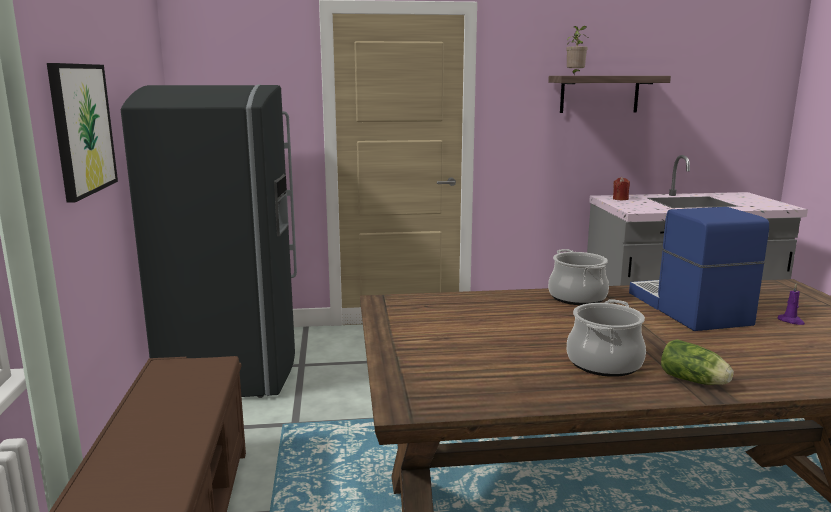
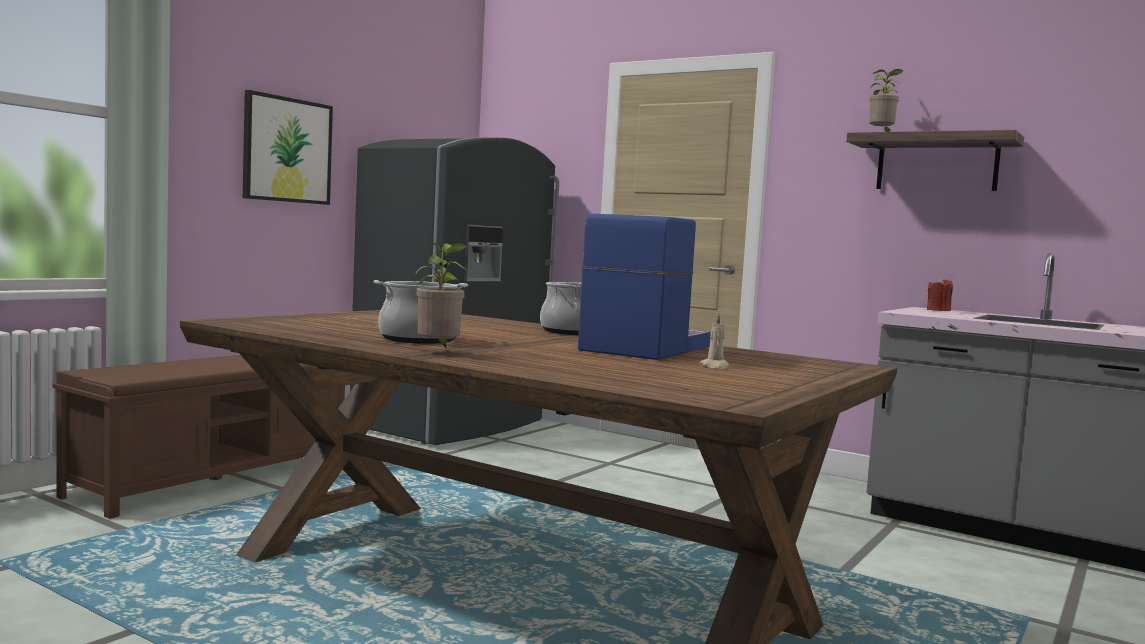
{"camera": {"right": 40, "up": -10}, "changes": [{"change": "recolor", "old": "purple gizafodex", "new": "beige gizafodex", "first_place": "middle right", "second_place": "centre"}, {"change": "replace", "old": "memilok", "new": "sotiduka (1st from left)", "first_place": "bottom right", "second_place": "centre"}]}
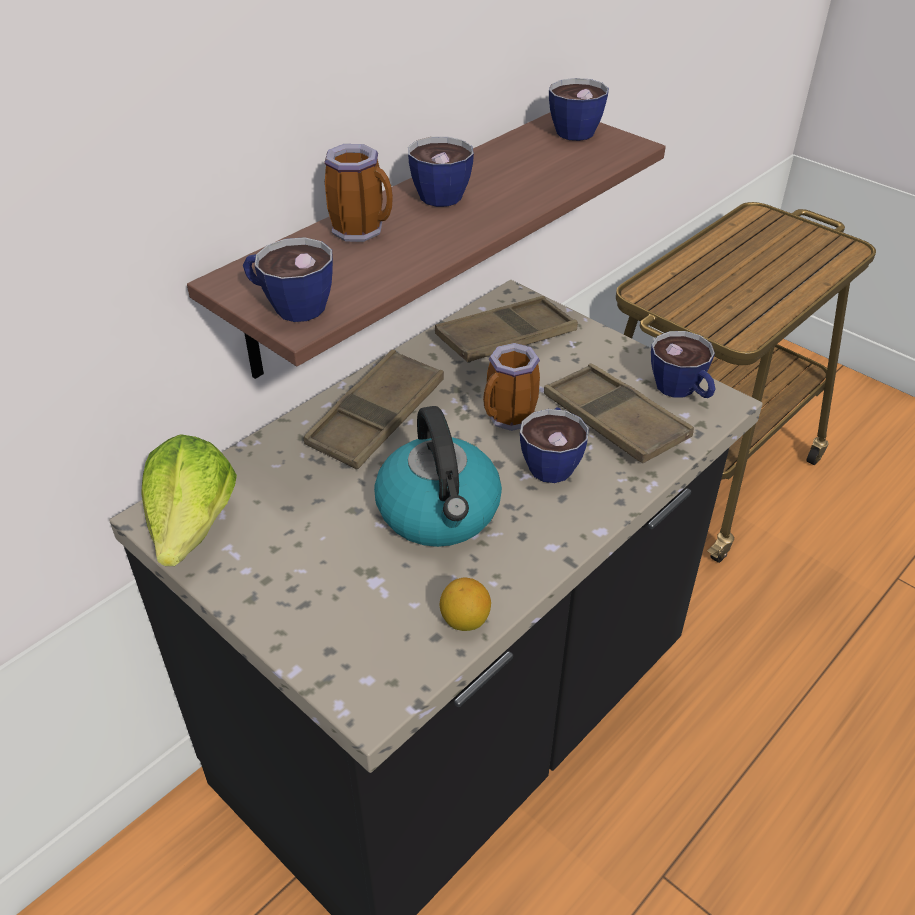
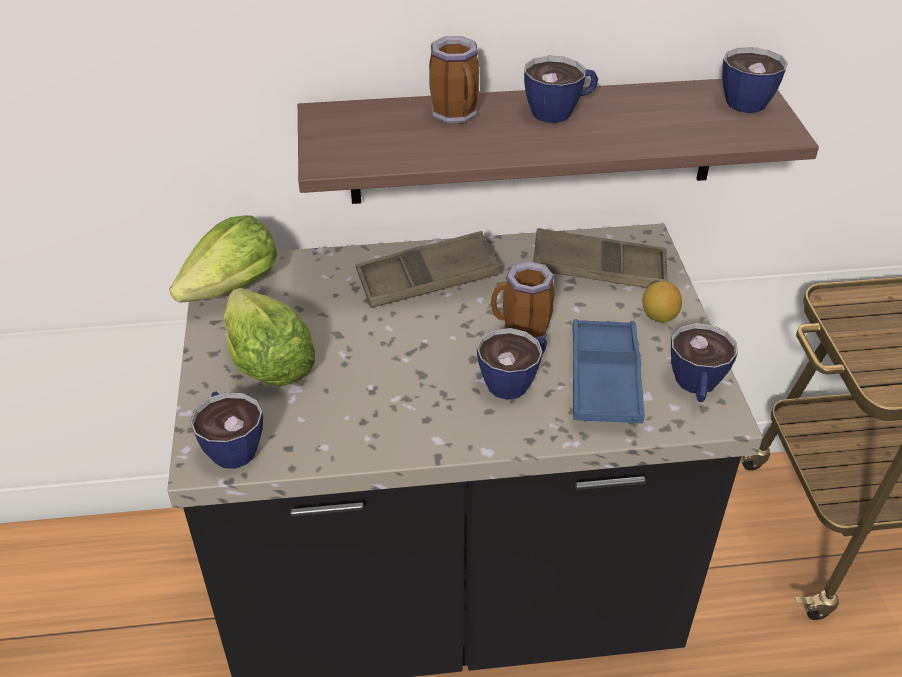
{"camera": {"right": 40, "up": 0}, "changes": [{"change": "move", "old": "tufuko (1st from left)", "first_place": "top left", "second_place": "middle left"}, {"change": "recolor", "old": "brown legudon (3rd from left)", "new": "blue legudon", "first_place": "middle right", "second_place": "middle right"}, {"change": "delete", "old": "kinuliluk", "first_place": "centre"}, {"change": "move", "old": "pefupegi", "first_place": "centre", "second_place": "middle right"}, {"change": "insert", "new": "memilok (2nd from left)", "second_place": "middle left"}]}
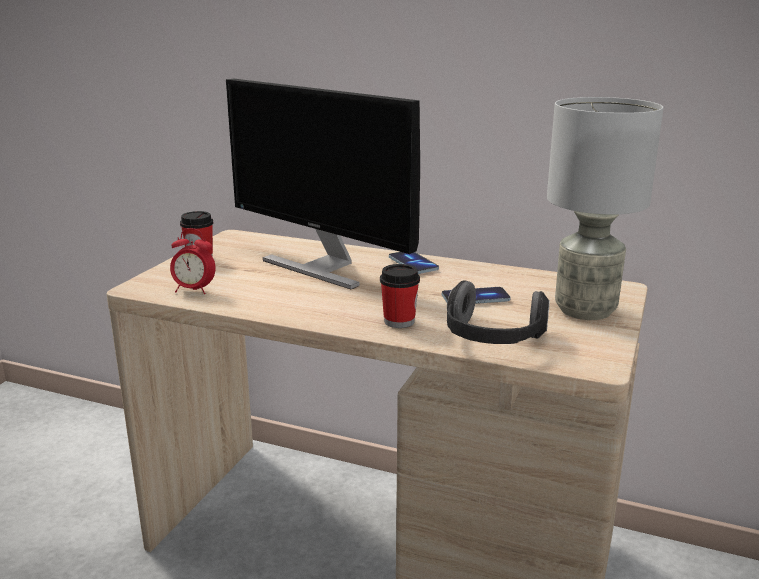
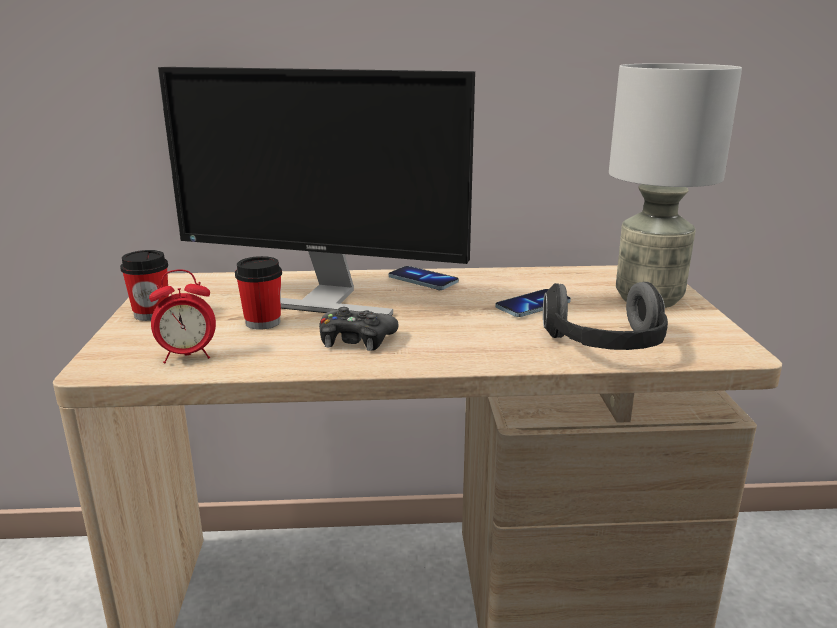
{"camera": {"right": -25, "up": 0}, "changes": [{"change": "move", "old": "tufuko (2nd from left)", "first_place": "centre", "second_place": "middle left"}, {"change": "insert", "new": "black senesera", "second_place": "centre"}]}
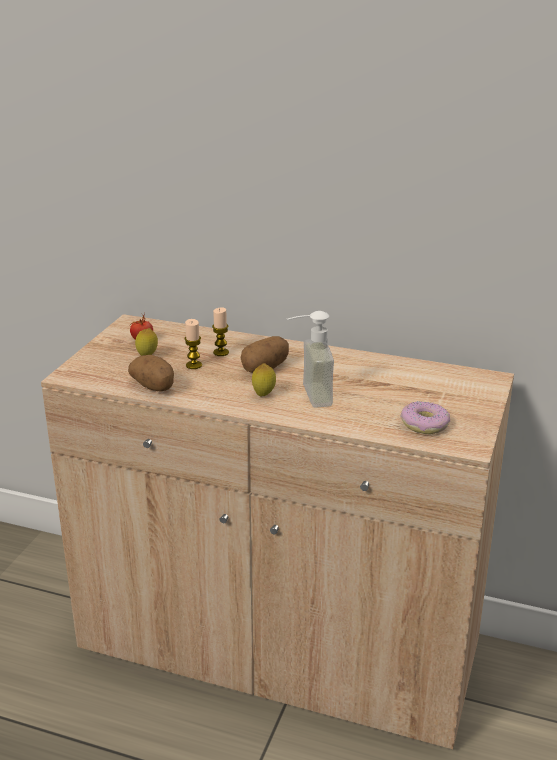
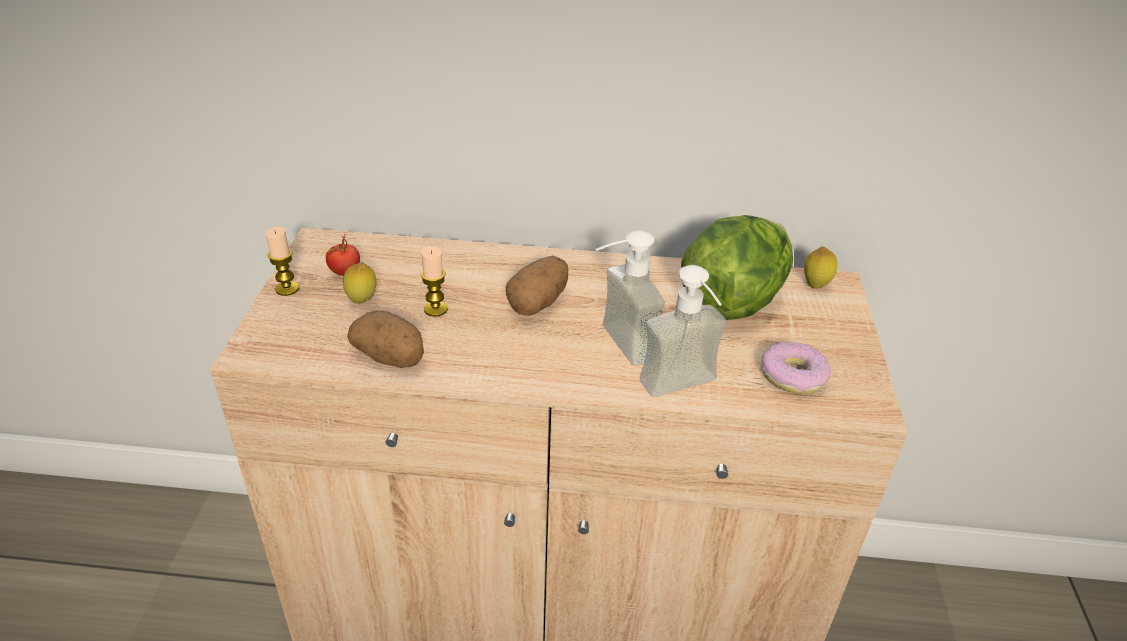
{"camera": {"right": -15, "up": 10}, "changes": [{"change": "move", "old": "gizafodex (2nd from left in the first image)", "new": "gizafodex (1st from left)", "first_place": "centre", "second_place": "middle left"}, {"change": "move", "old": "pefupegi (2nd from left)", "first_place": "centre", "second_place": "middle right"}, {"change": "insert", "new": "memilok", "second_place": "centre"}, {"change": "insert", "new": "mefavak (2nd from left)", "second_place": "centre"}]}
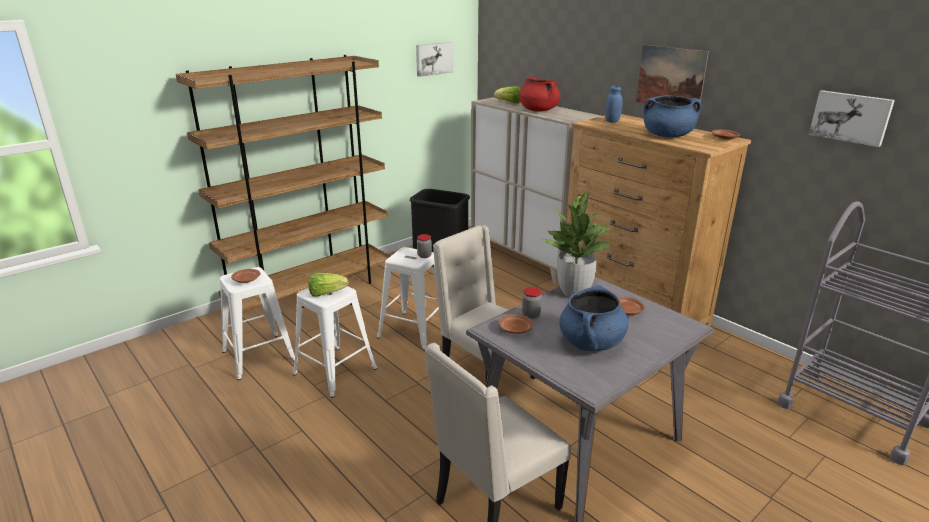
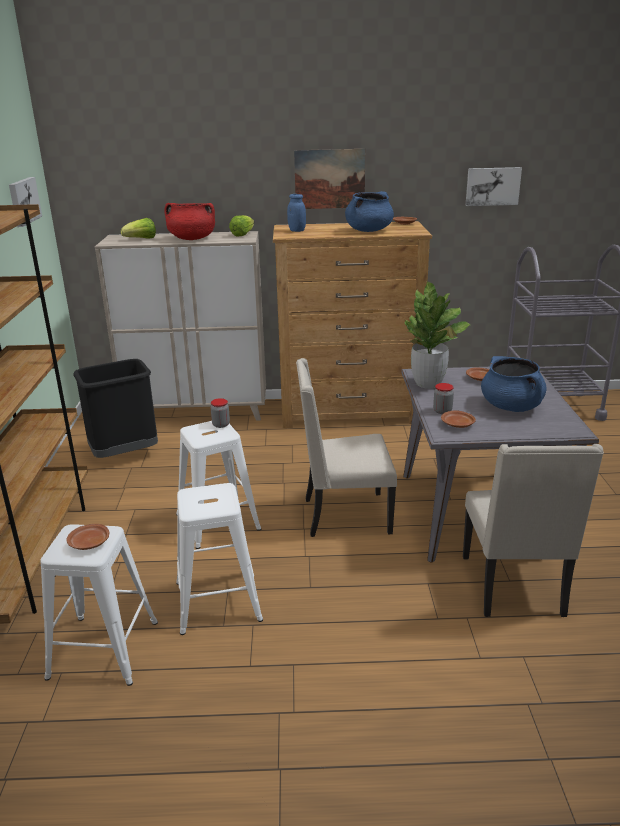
{"camera": {"right": -50, "up": 0}, "changes": [{"change": "move", "old": "memilok (1st from left in the first image)", "new": "memilok (2nd from left)", "first_place": "centre", "second_place": "top centre"}]}
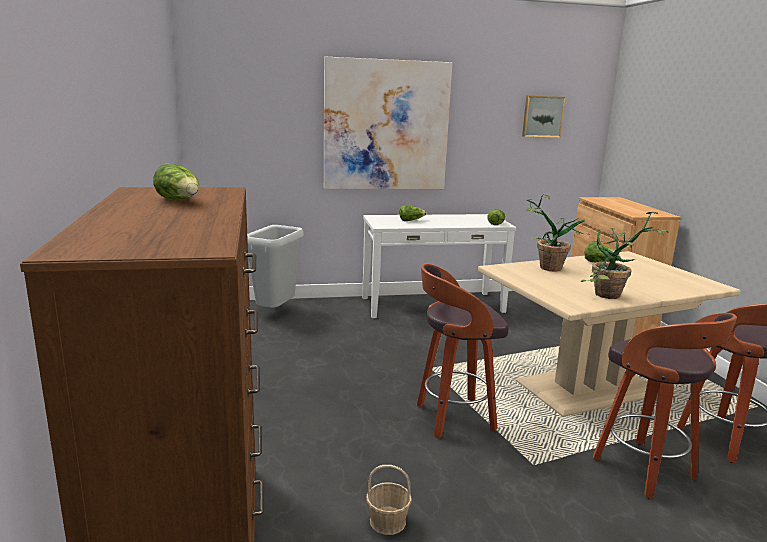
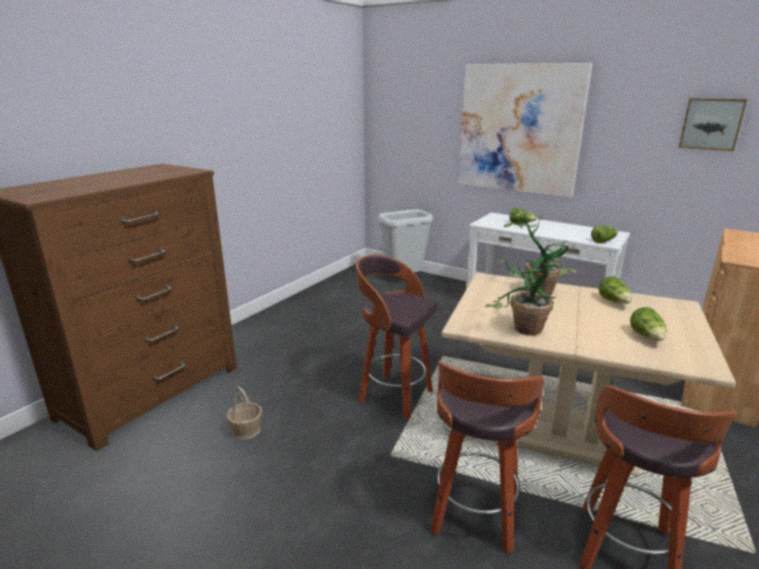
{"camera": {"right": 45, "up": 5}, "changes": [{"change": "move", "old": "memilok (1st from left in the first image)", "new": "memilok (4th from left)", "first_place": "middle left", "second_place": "middle right"}]}
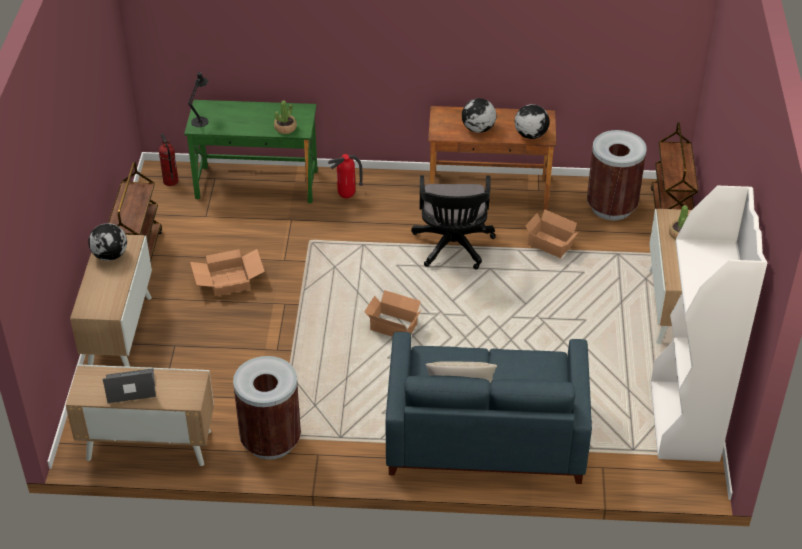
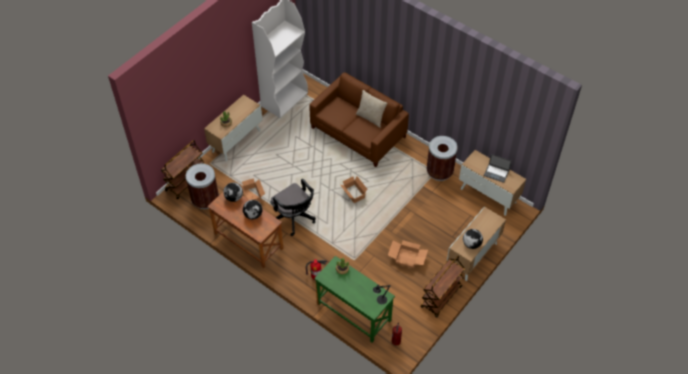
{"camera": {"right": -145, "up": 10}, "changes": [{"change": "rotate", "old": "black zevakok", "first_place": "centre", "second_place": "centre", "degrees": 105}, {"change": "recolor", "old": "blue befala", "new": "brown befala", "first_place": "bottom centre", "second_place": "top centre"}]}
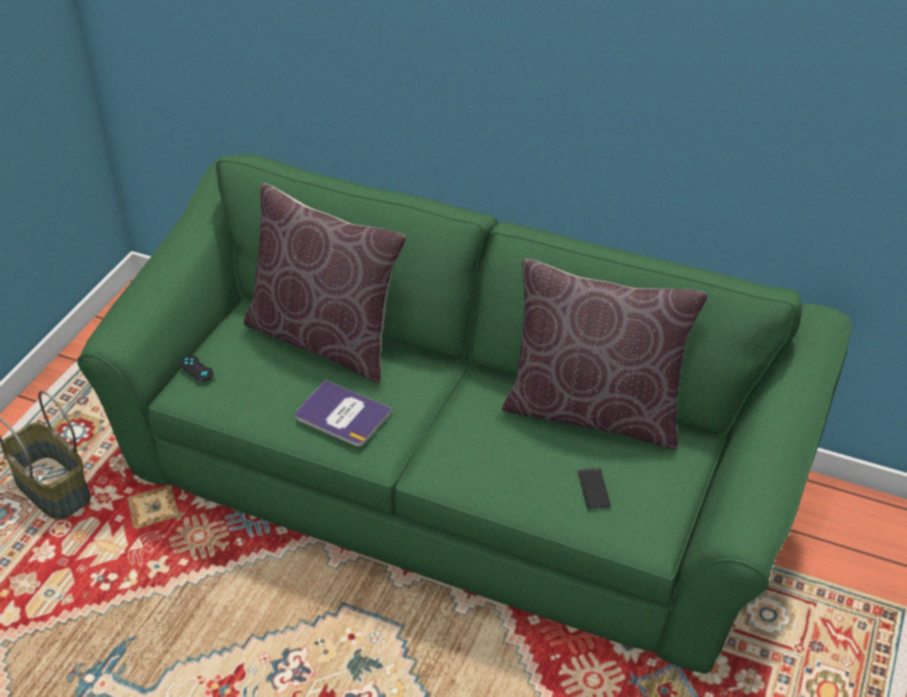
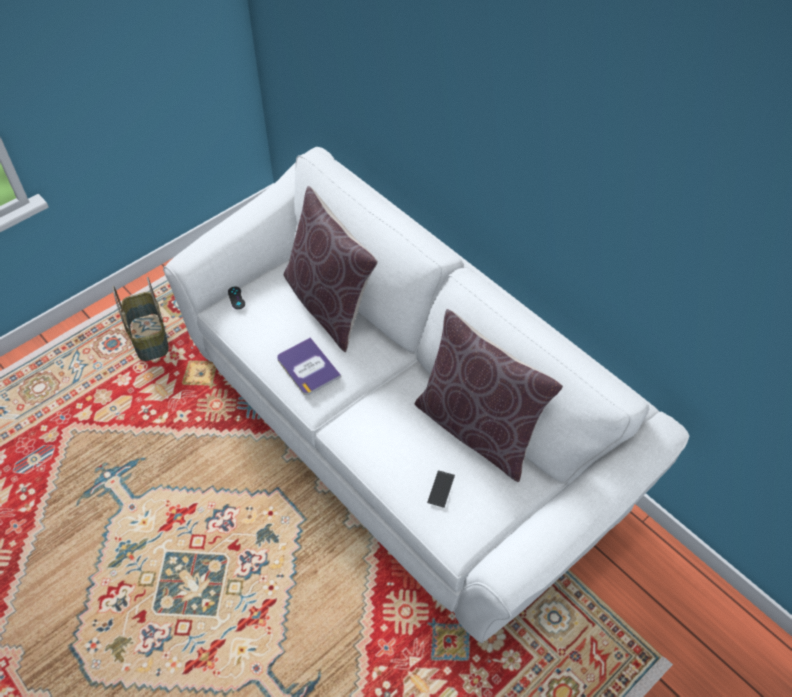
{"camera": {"right": 25, "up": 10}, "changes": [{"change": "recolor", "old": "green befala", "new": "white befala", "first_place": "centre", "second_place": "centre"}]}
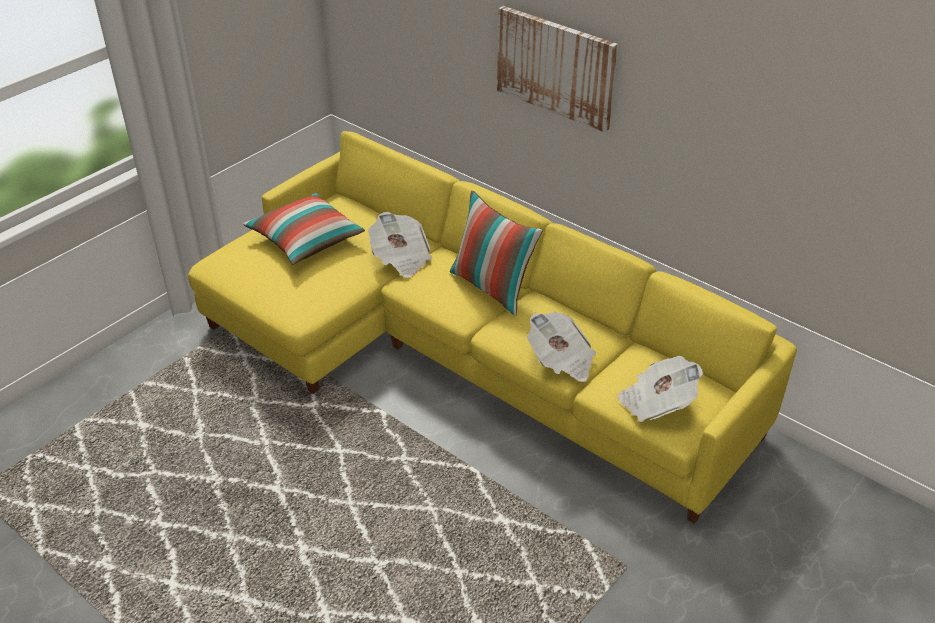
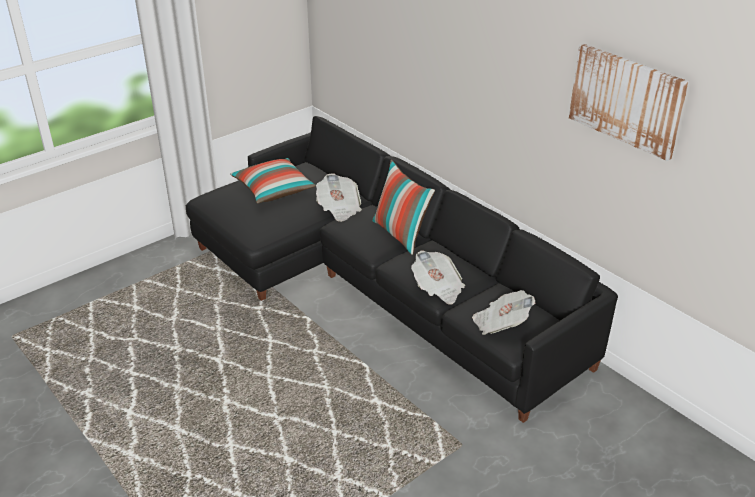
{"camera": {"right": 10, "up": -5}, "changes": [{"change": "move", "old": "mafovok", "first_place": "top centre", "second_place": "top right"}, {"change": "recolor", "old": "yellow befala", "new": "black befala", "first_place": "centre", "second_place": "centre"}]}
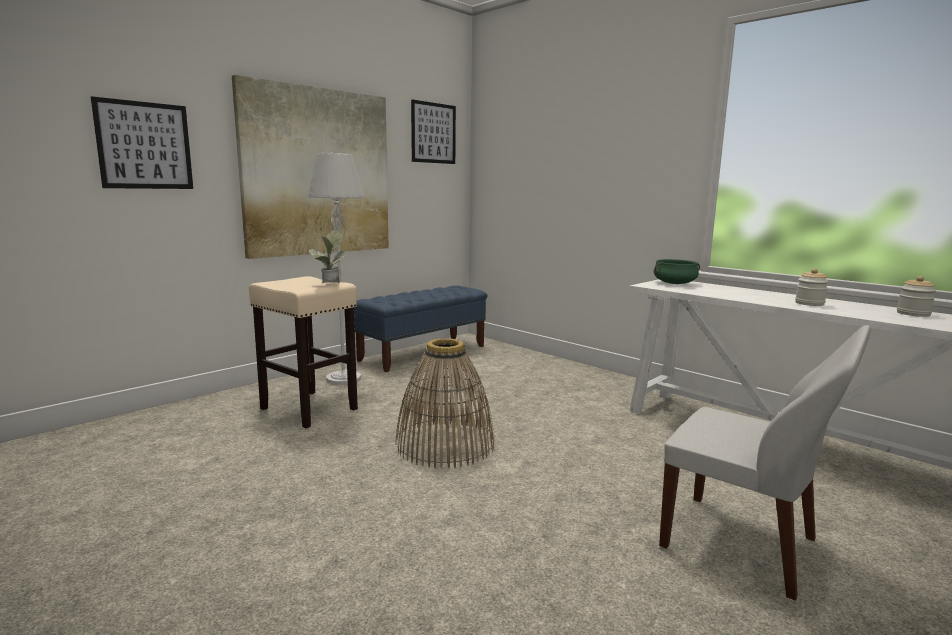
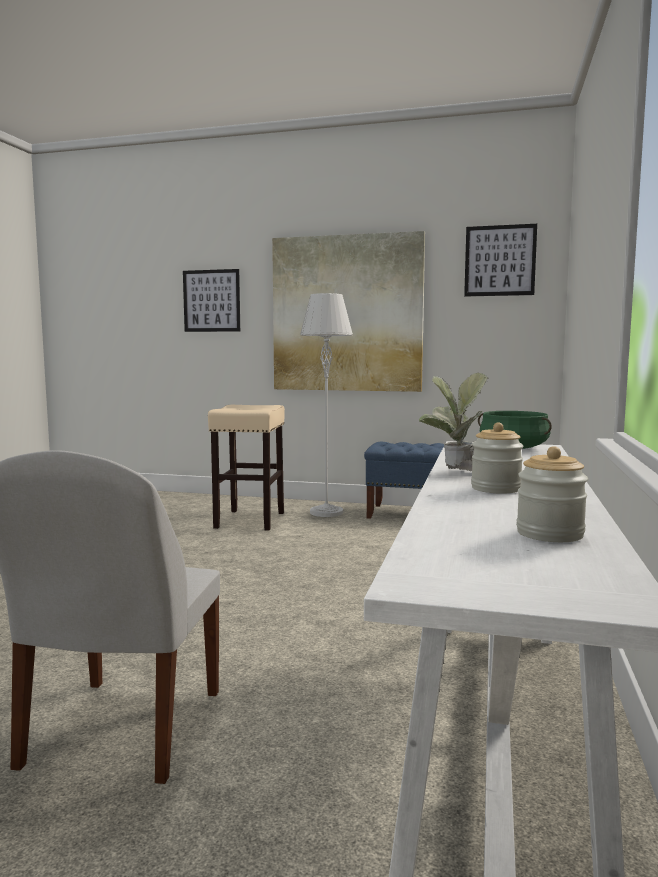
{"camera": {"right": 60, "up": -5}, "changes": [{"change": "move", "old": "sotiduka", "first_place": "centre", "second_place": "middle right"}, {"change": "delete", "old": "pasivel", "first_place": "centre"}]}
